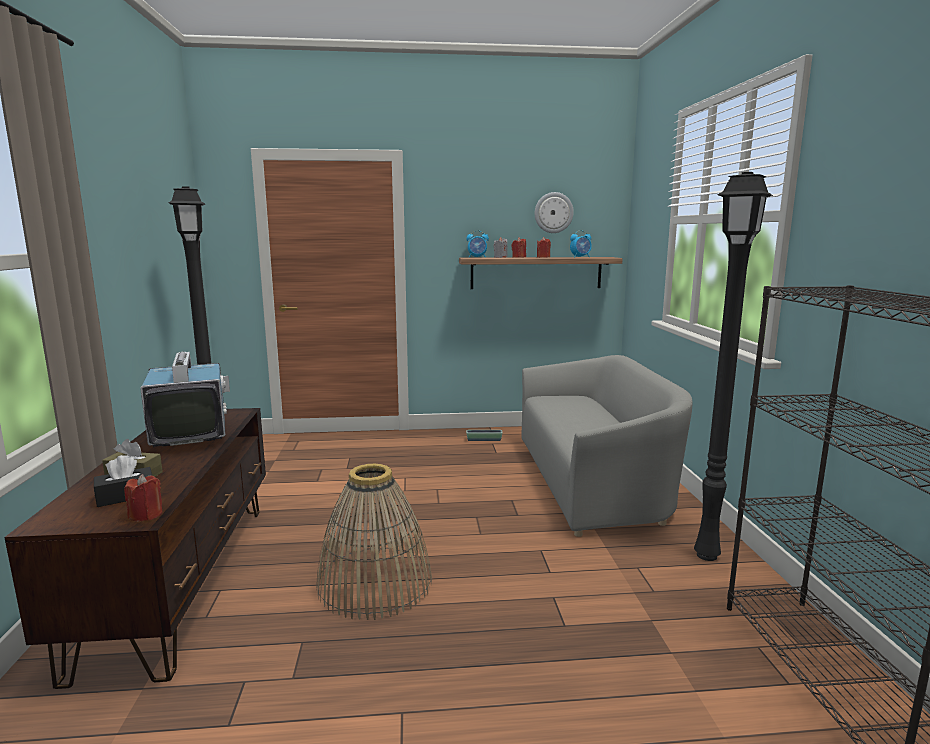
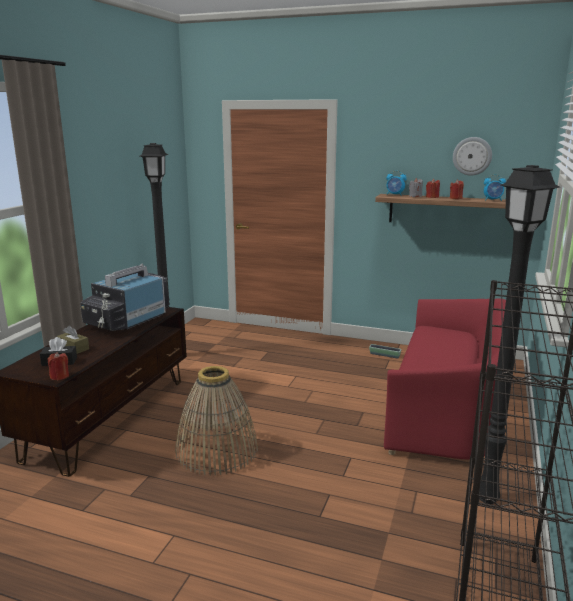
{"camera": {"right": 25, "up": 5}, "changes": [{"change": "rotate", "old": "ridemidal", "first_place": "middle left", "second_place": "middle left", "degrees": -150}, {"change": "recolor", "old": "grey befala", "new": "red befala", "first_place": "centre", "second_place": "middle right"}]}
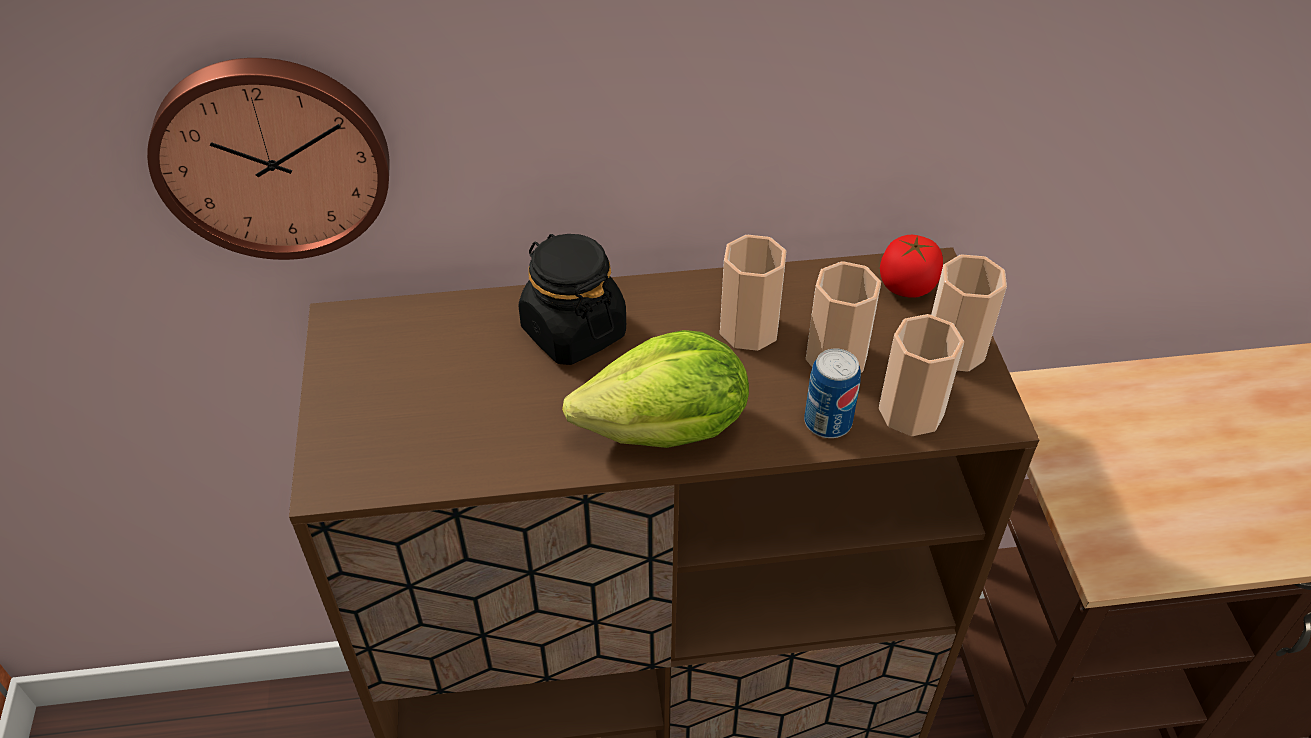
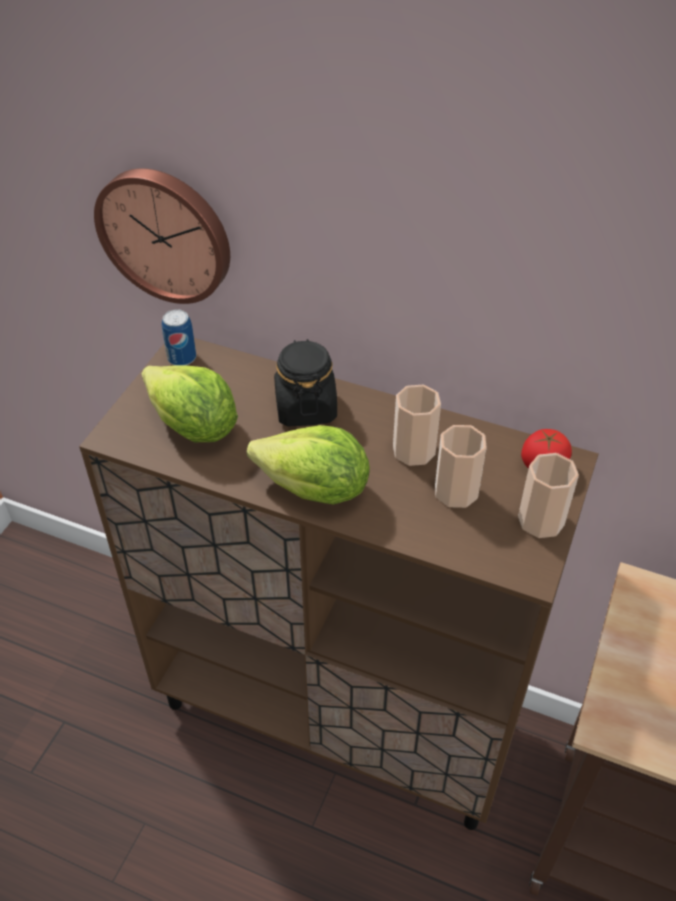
{"camera": {"right": 30, "up": 0}, "changes": [{"change": "delete", "old": "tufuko (3rd from left)", "first_place": "middle right"}, {"change": "move", "old": "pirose", "first_place": "centre", "second_place": "middle left"}, {"change": "insert", "new": "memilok (1st from left)", "second_place": "middle left"}]}
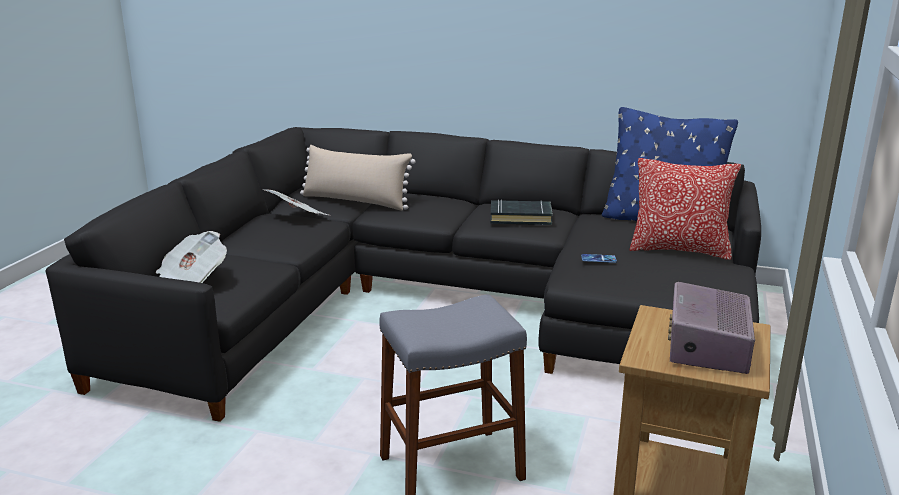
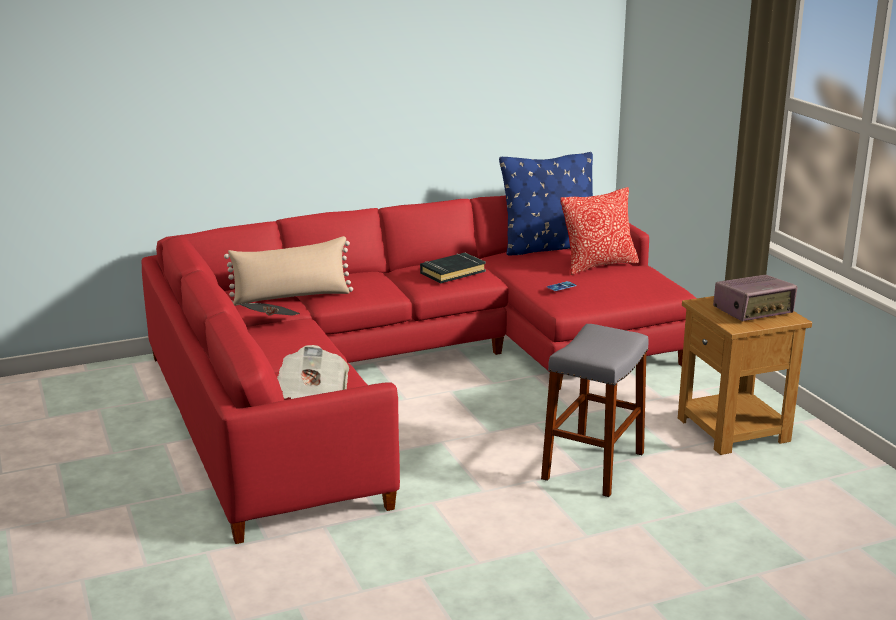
{"camera": {"right": -40, "up": 0}, "changes": [{"change": "recolor", "old": "black befala", "new": "red befala", "first_place": "centre", "second_place": "centre"}, {"change": "rotate", "old": "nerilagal", "first_place": "middle right", "second_place": "middle right", "degrees": -90}]}
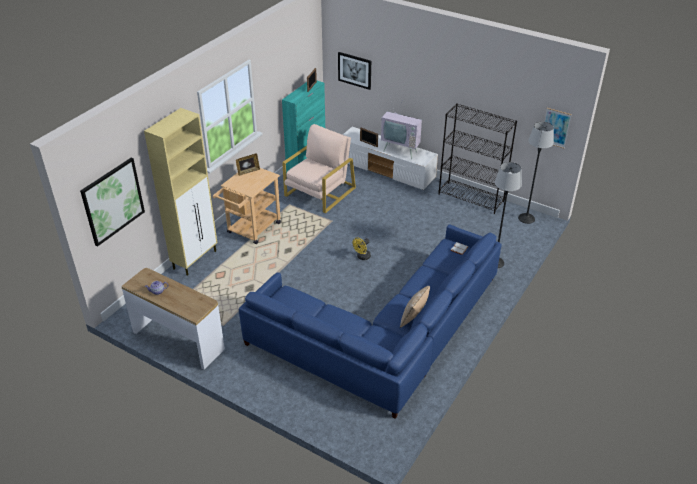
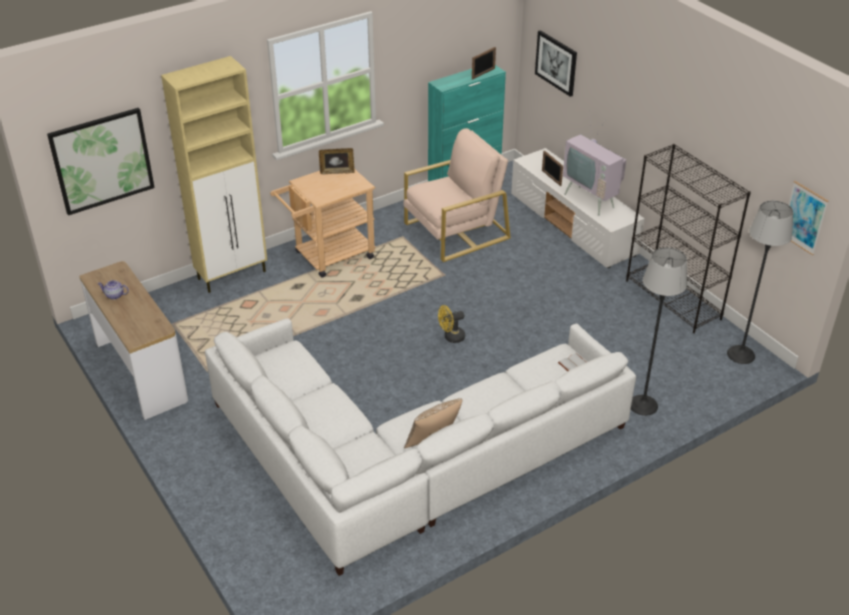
{"camera": {"right": 25, "up": 0}, "changes": [{"change": "recolor", "old": "blue befala", "new": "white befala", "first_place": "centre", "second_place": "bottom centre"}]}
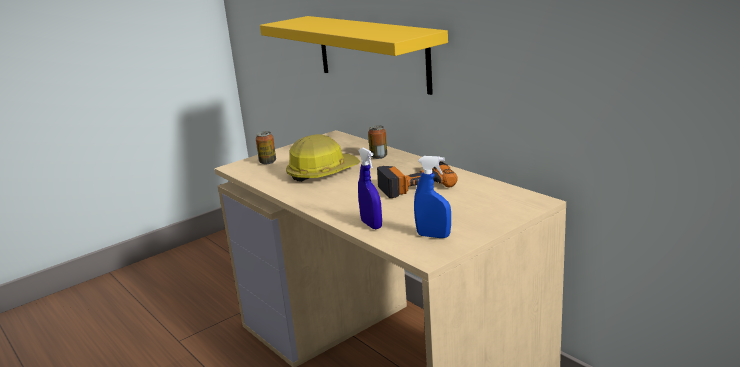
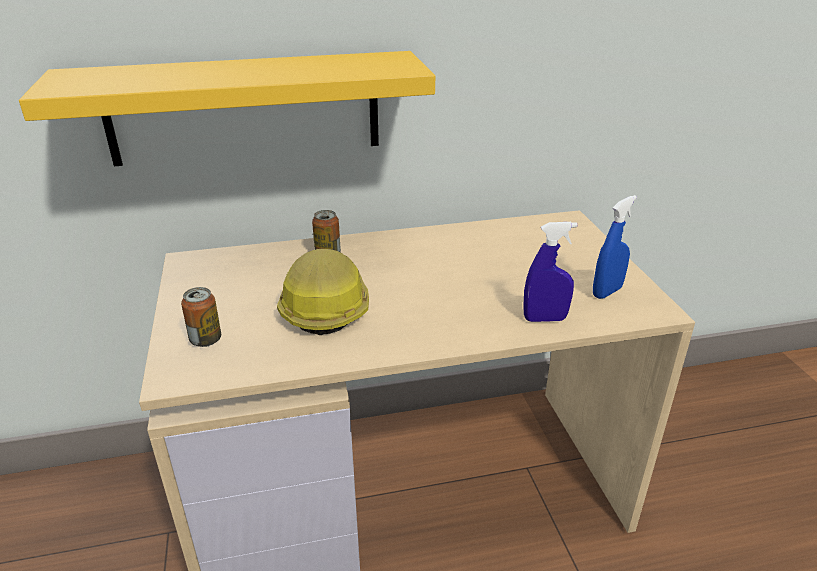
{"camera": {"right": -65, "up": 10}, "changes": [{"change": "delete", "old": "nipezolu", "first_place": "centre"}]}
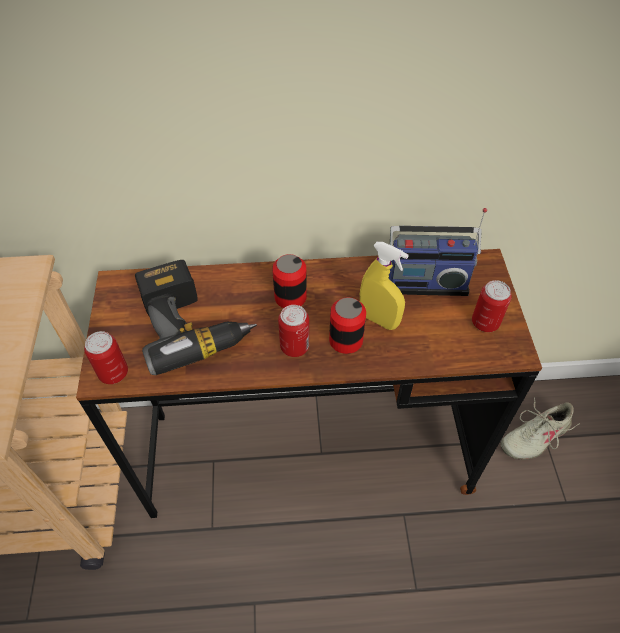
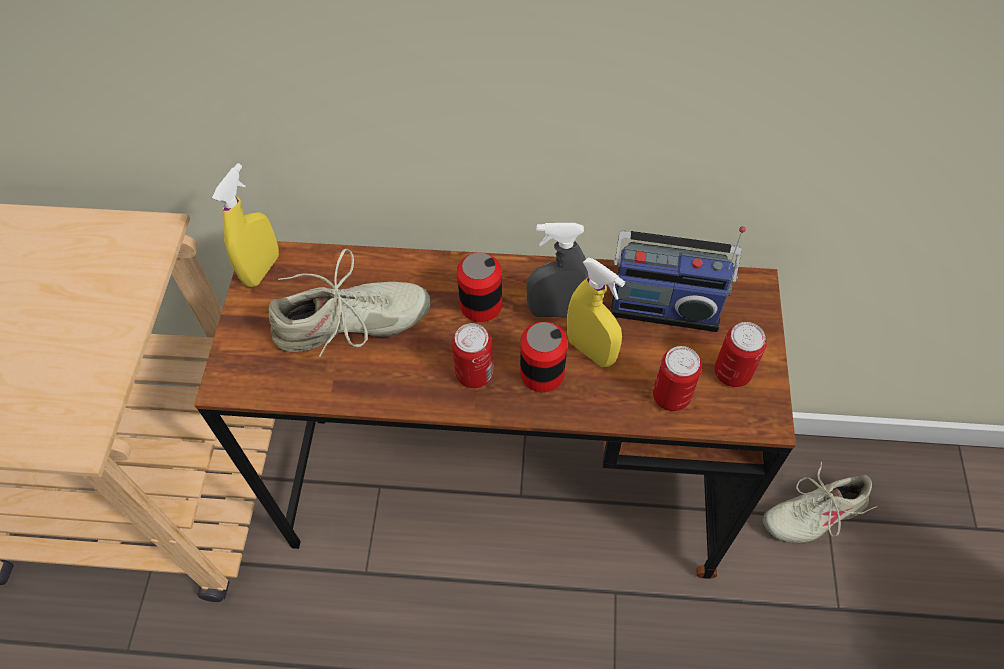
{"camera": {"right": 10, "up": 5}, "changes": [{"change": "replace", "old": "nipezolu", "new": "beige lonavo (1st from left)", "first_place": "middle left", "second_place": "centre"}, {"change": "move", "old": "pirose (1st from left in the first image)", "new": "pirose (4th from left)", "first_place": "middle left", "second_place": "middle right"}, {"change": "insert", "new": "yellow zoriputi (1st from left)", "second_place": "middle left"}, {"change": "insert", "new": "grey zoriputi", "second_place": "centre"}]}
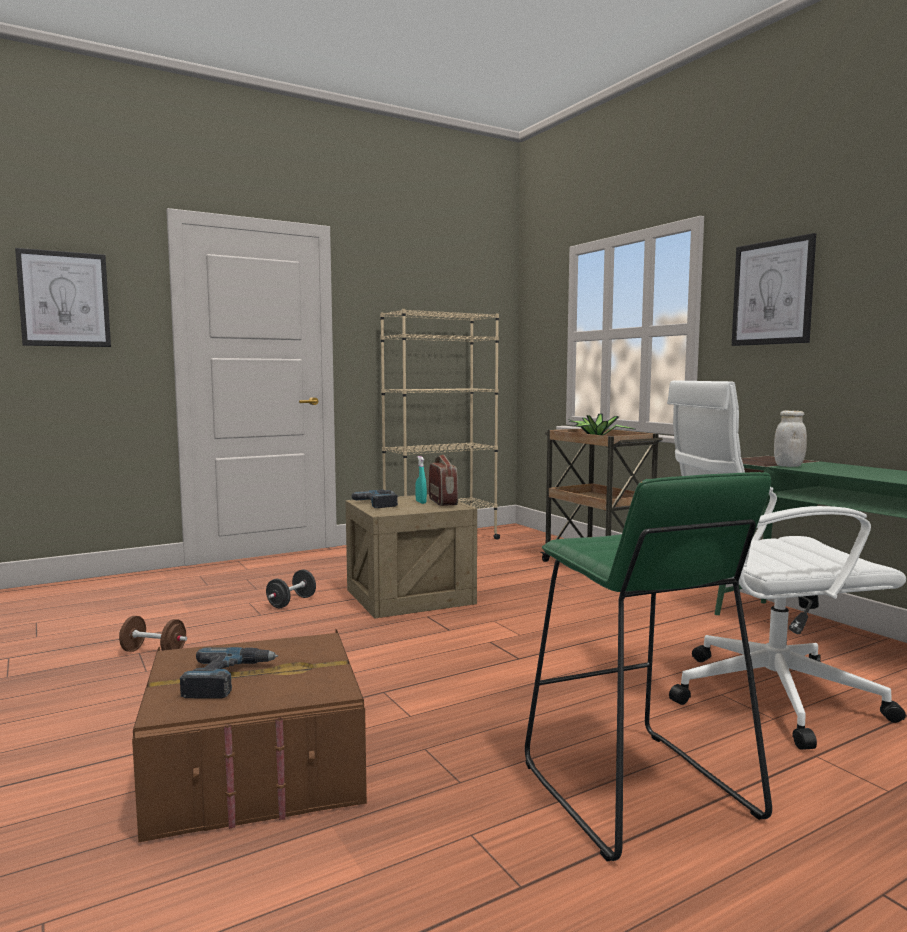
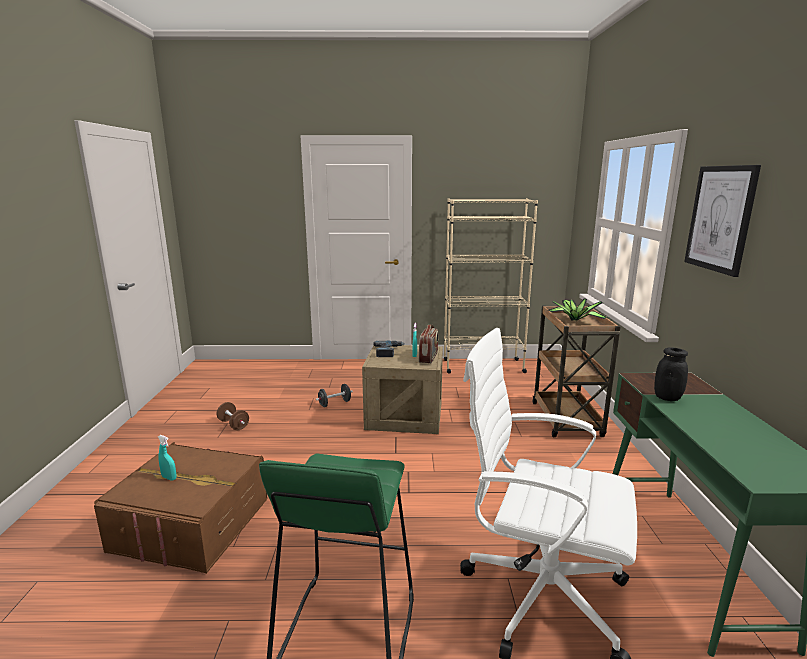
{"camera": {"right": 30, "up": 10}, "changes": [{"change": "delete", "old": "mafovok (1st from left)", "first_place": "top left"}, {"change": "recolor", "old": "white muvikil", "new": "black muvikil", "first_place": "middle right", "second_place": "middle right"}, {"change": "replace", "old": "nipezolu (1st from left)", "new": "turquoise zoriputi (1st from left)", "first_place": "bottom left", "second_place": "bottom left"}]}
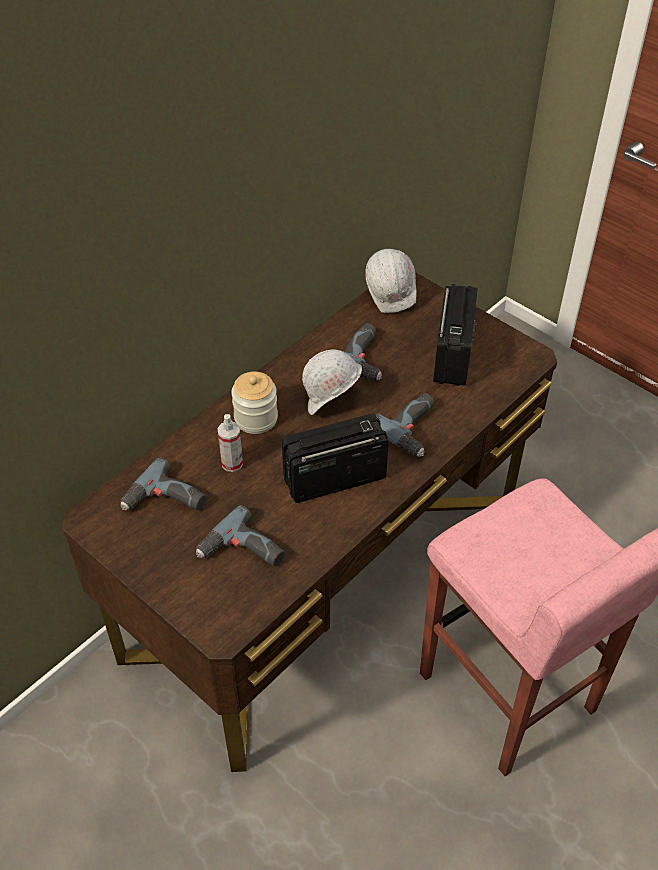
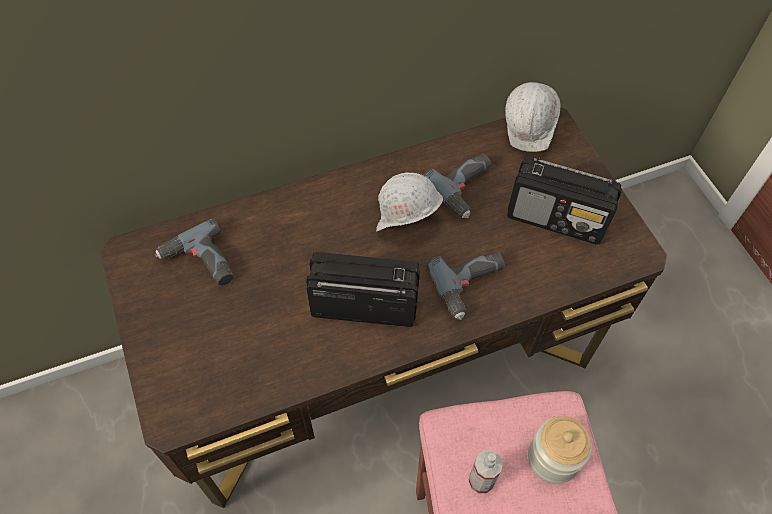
{"camera": {"right": 25, "up": 10}, "changes": [{"change": "rotate", "old": "nerilagal (2nd from left)", "first_place": "middle right", "second_place": "middle right", "degrees": 75}, {"change": "move", "old": "muvikil", "first_place": "centre", "second_place": "bottom right"}, {"change": "move", "old": "zoriputi", "first_place": "centre", "second_place": "bottom centre"}, {"change": "delete", "old": "nipezolu (2nd from left)", "first_place": "centre"}]}
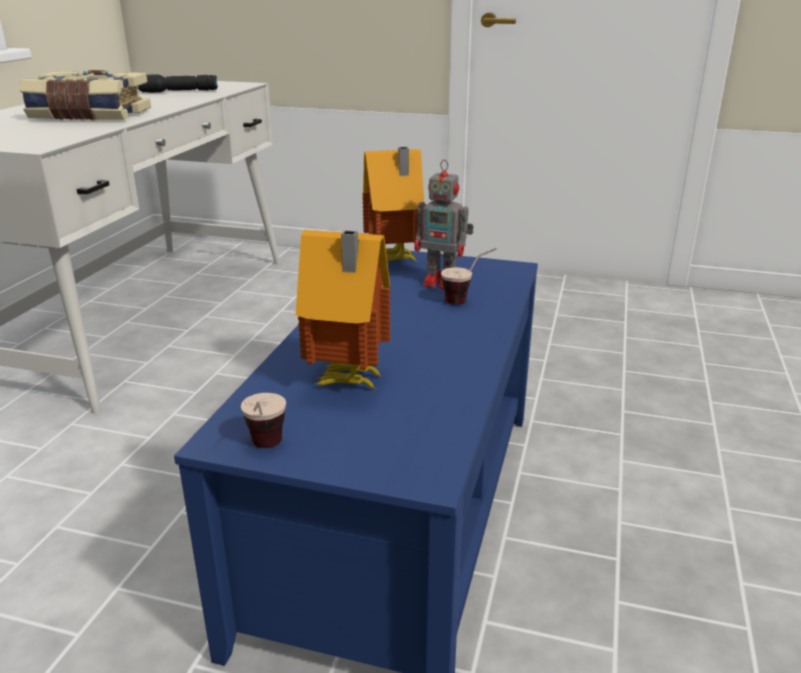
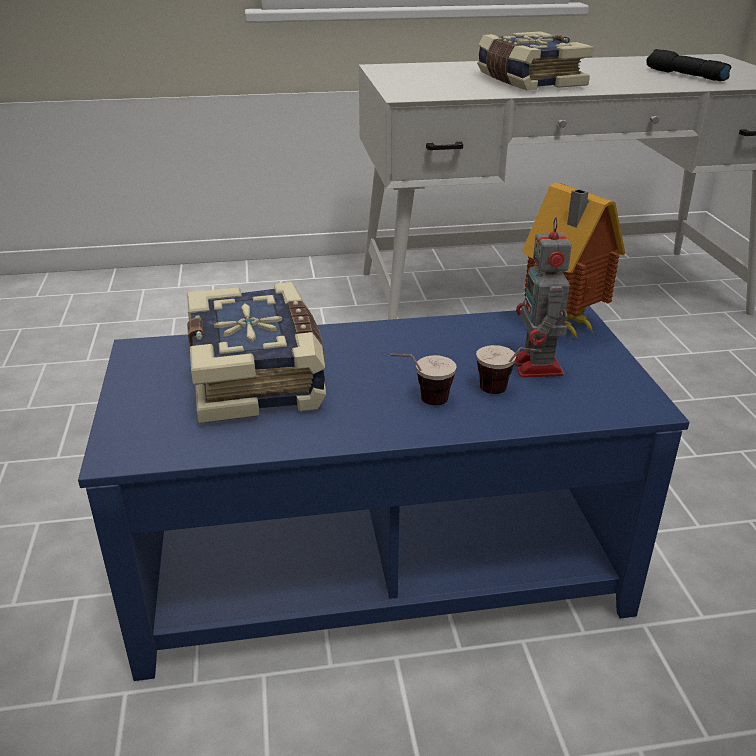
{"camera": {"right": 65, "up": 5}, "changes": [{"change": "replace", "old": "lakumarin (1st from left)", "new": "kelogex (1st from left)", "first_place": "centre", "second_place": "centre"}, {"change": "move", "old": "tufuko (1st from left)", "first_place": "middle left", "second_place": "centre"}]}
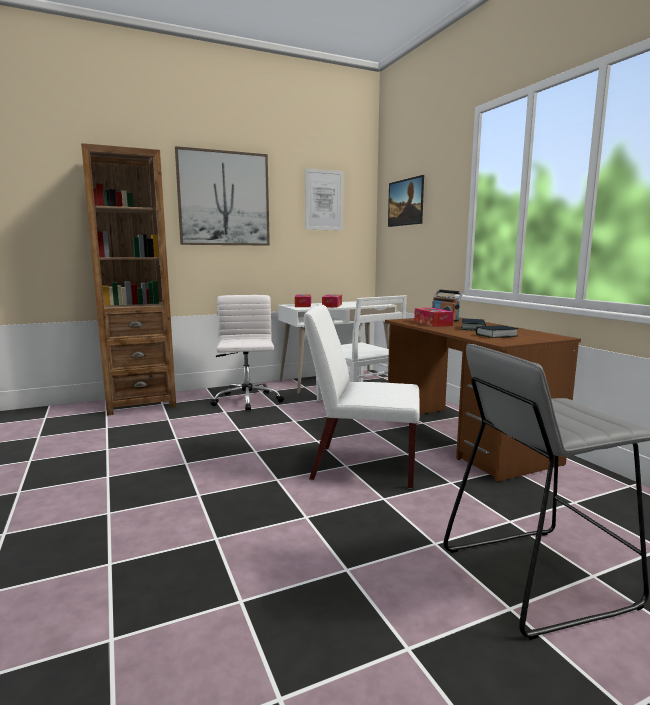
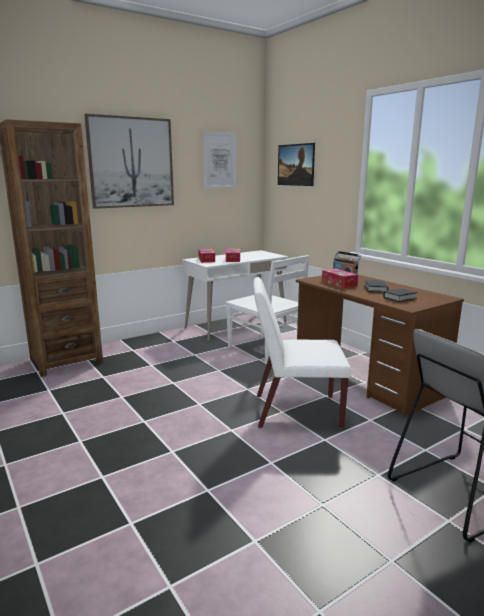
{"camera": {"right": -10, "up": 5}, "changes": [{"change": "delete", "old": "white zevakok", "first_place": "centre"}]}
